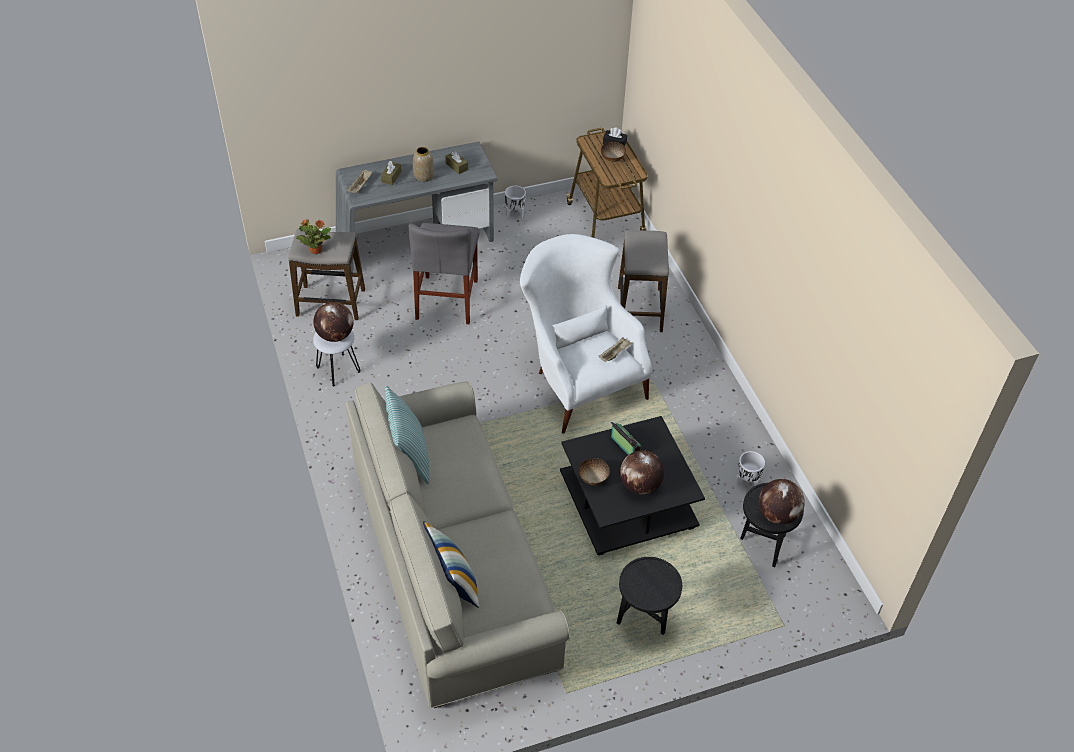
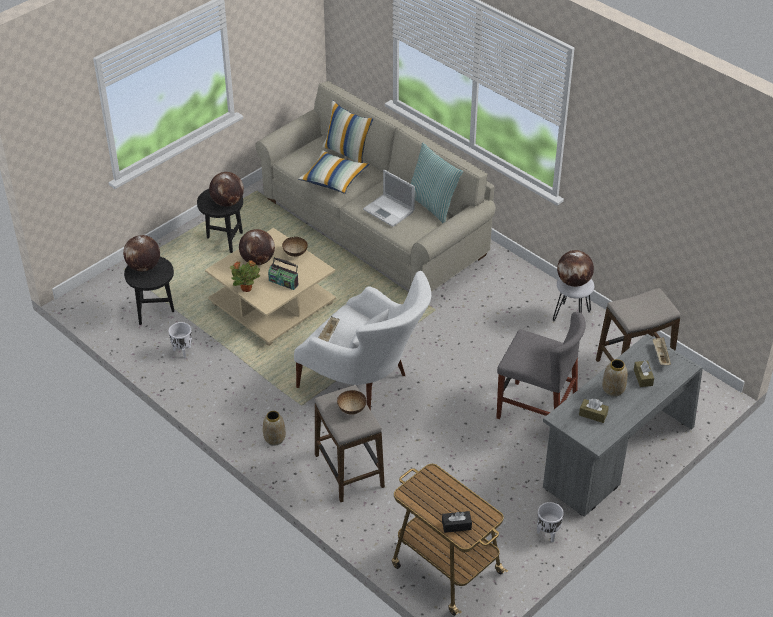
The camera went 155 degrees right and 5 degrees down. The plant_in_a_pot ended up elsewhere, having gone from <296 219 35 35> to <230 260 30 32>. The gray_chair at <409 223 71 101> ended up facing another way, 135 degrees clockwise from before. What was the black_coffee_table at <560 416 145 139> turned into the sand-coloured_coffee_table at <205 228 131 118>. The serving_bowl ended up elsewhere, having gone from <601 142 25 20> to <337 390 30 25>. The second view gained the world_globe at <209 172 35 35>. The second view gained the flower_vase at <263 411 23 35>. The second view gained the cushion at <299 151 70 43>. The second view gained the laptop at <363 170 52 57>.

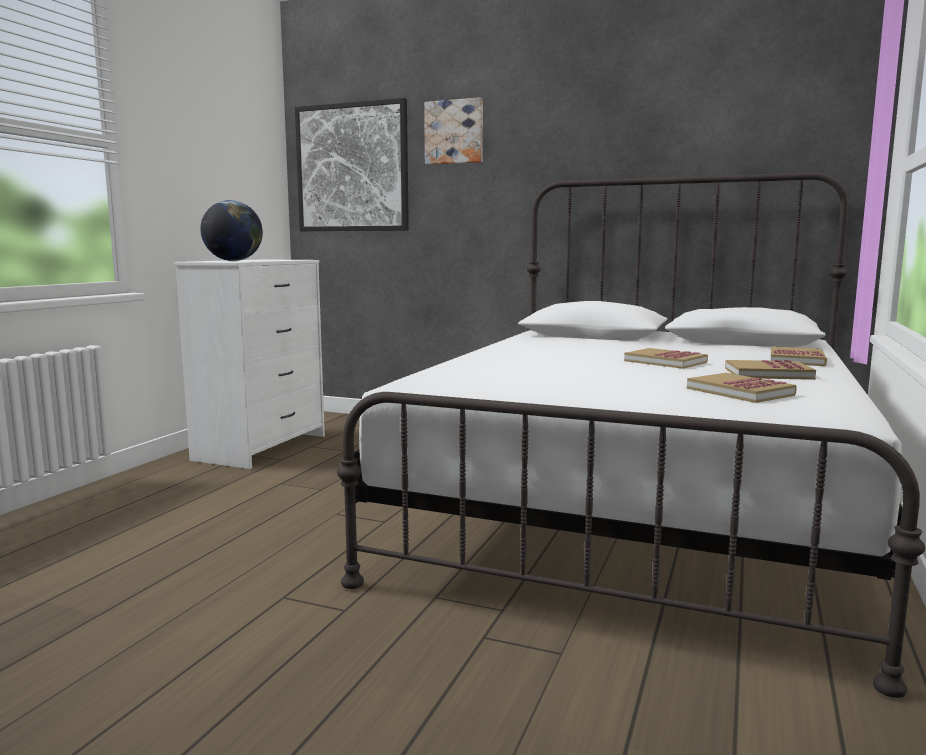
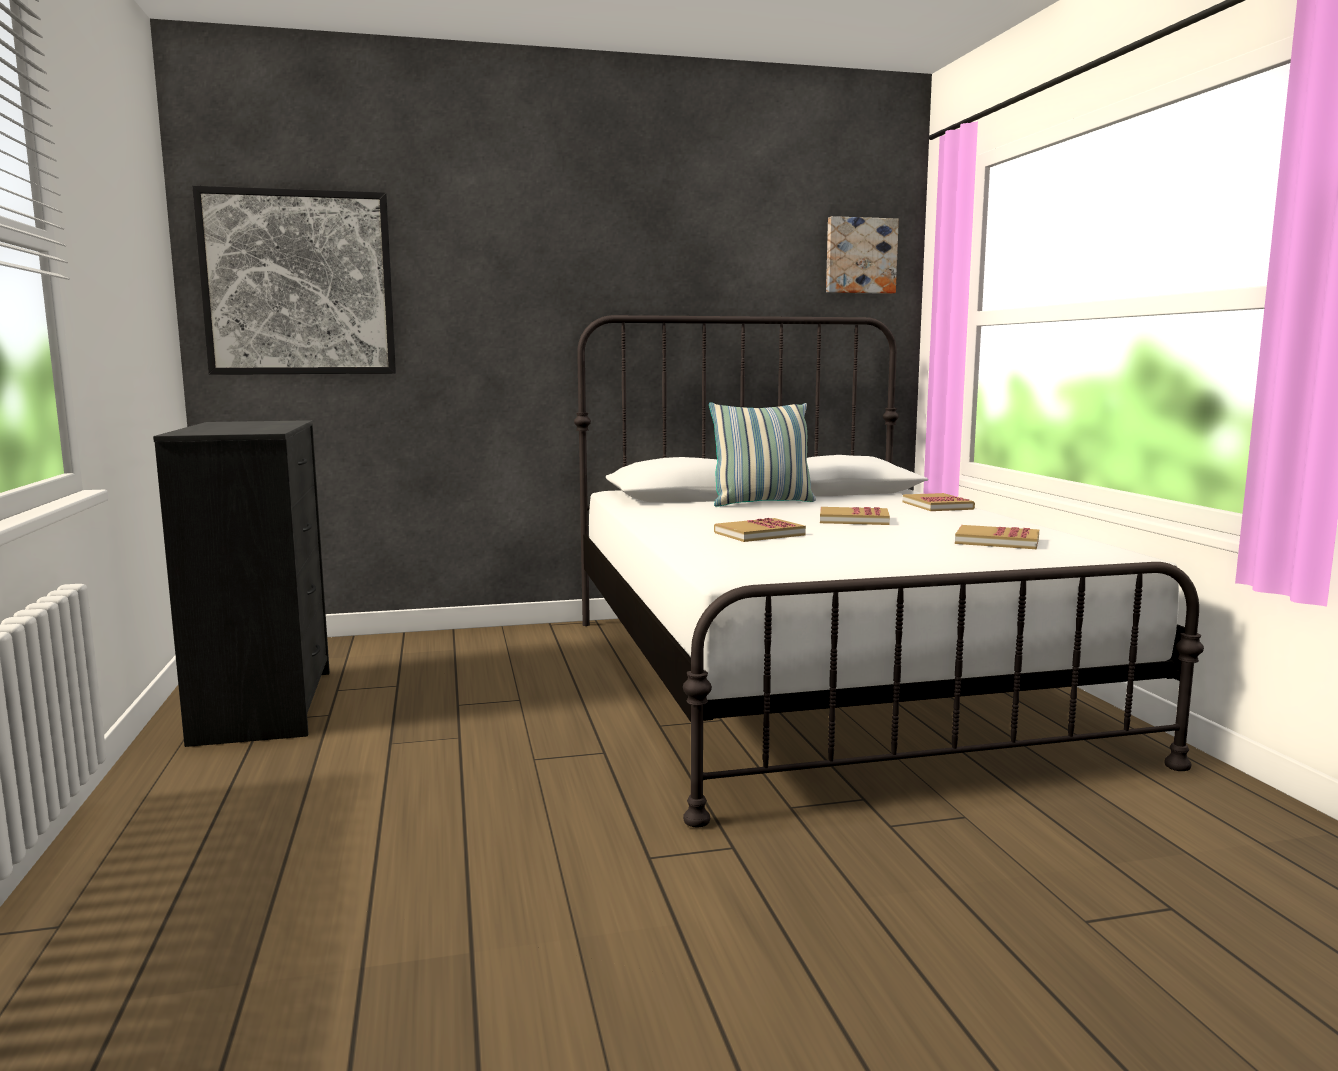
The camera went 35 degrees left and 0 degrees up. What was the white-coloured_drawer_chest at <174 259 151 210> turned into the black_drawer_chest at <153 420 177 327>. The second view lost the world_globe at <200 200 63 61>. The wall_picture ended up elsewhere, having gone from <424 97 59 68> to <826 216 73 78>. The book ended up elsewhere, having gone from <725 360 91 20> to <714 518 92 24>. The second view gained the cushion at <709 402 107 105>.

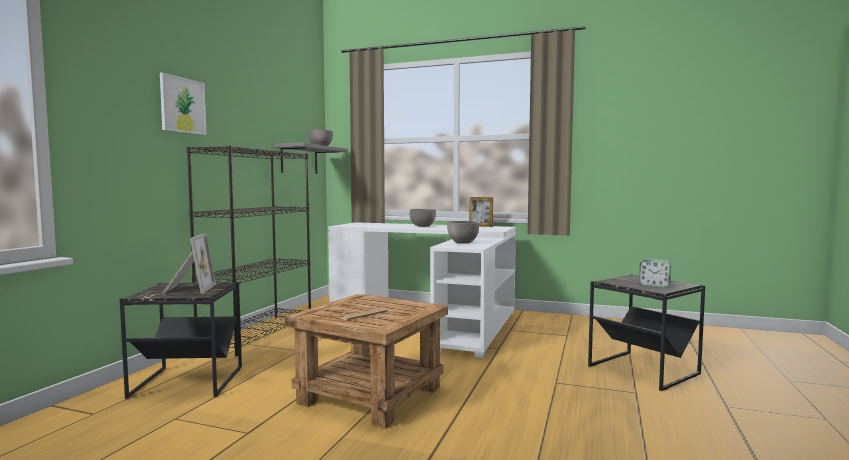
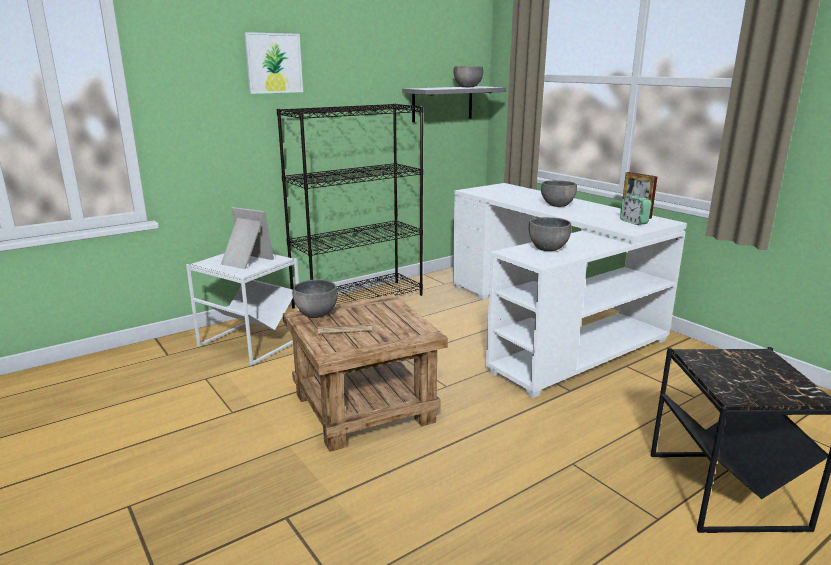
The camera went 35 degrees right and 15 degrees up. What was the black_accent_table at <120 282 122 116> turned into the white-coloured_accent_table at <186 253 113 113>. The standing_frame at <163 234 53 59> ended up facing another way, 90 degrees counterclockwise from before. The bedside_clock ended up elsewhere, having gone from <639 259 32 28> to <620 195 32 30>. The second view gained the gray_serving_bowl at <292 280 46 38>.

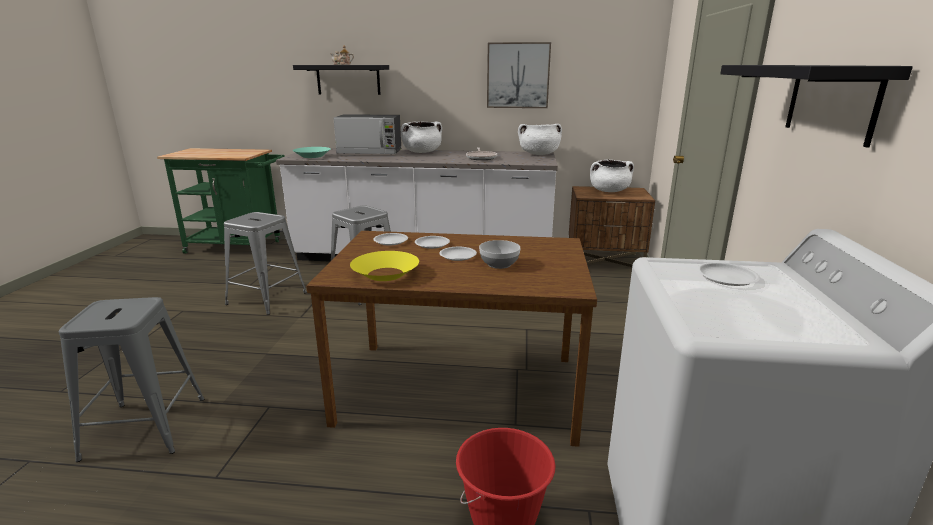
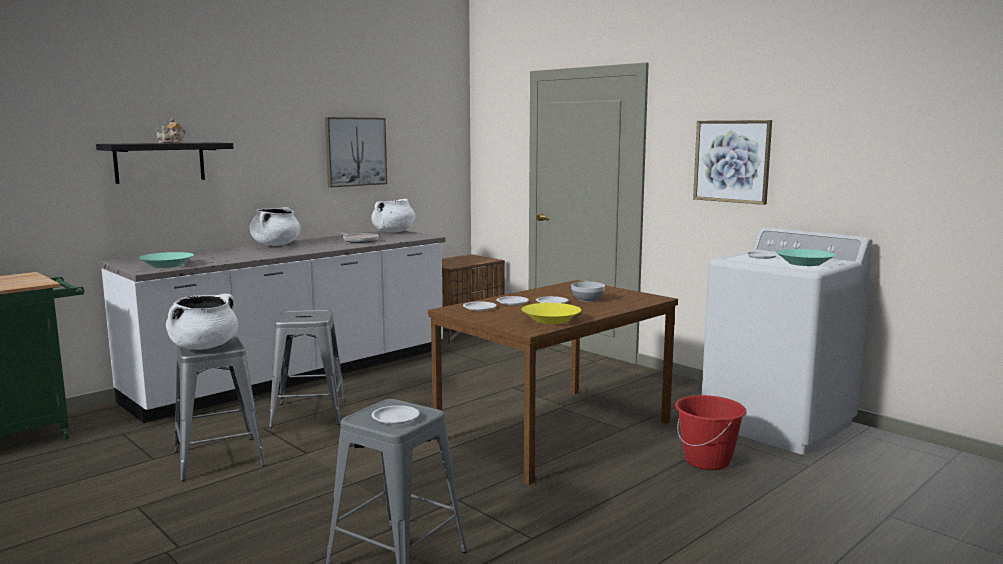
The camera went 50 degrees left and 10 degrees down. The second view lost the microwave at <333 114 68 41>. The white-coloured_cooking_pot ended up elsewhere, having gone from <590 159 44 33> to <166 294 72 56>. Where the black_wall_shelf hung at <720 65 193 83>, the wall_picture came to hang at <693 120 79 85>. The second view gained the white-coloured_plate at <372 405 47 19>. The second view gained the turquoise-coloured_serving_bowl at <776 249 60 17>.

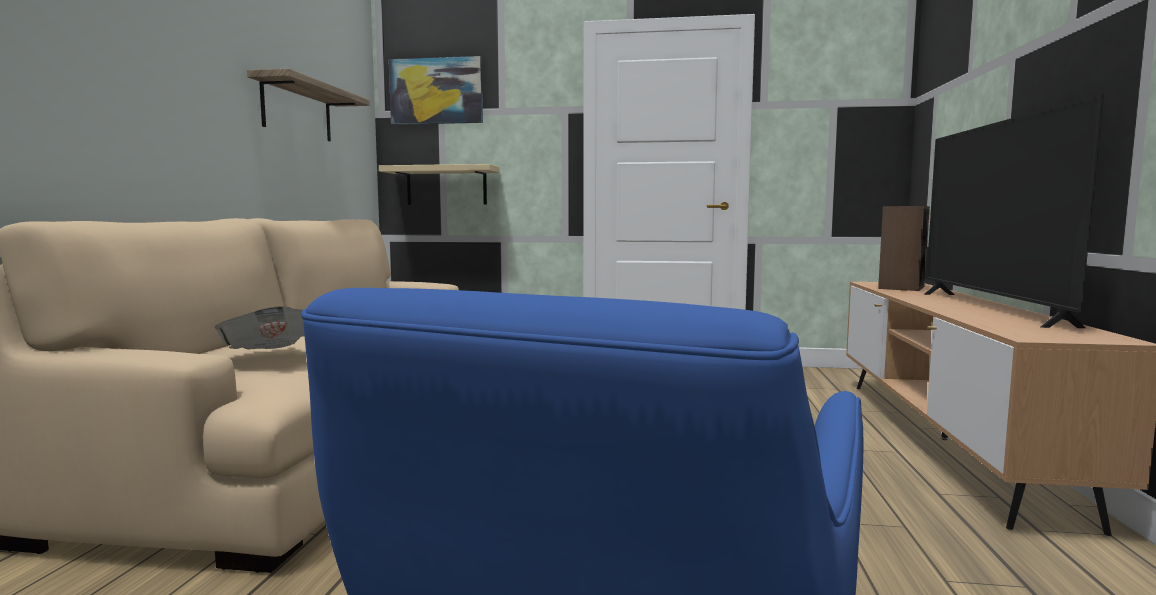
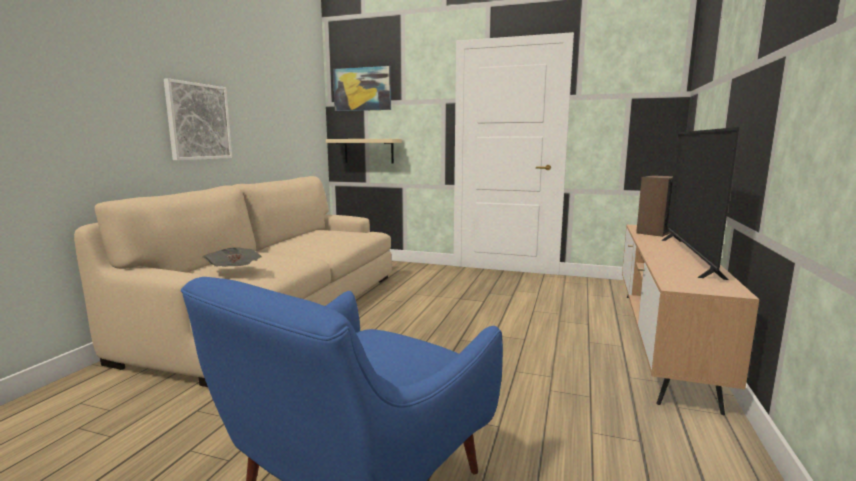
The camera went 10 degrees right and 5 degrees up. The second view lost the wall_shelf at <247 69 123 72>. The second view gained the wall_picture at <164 78 68 83>.

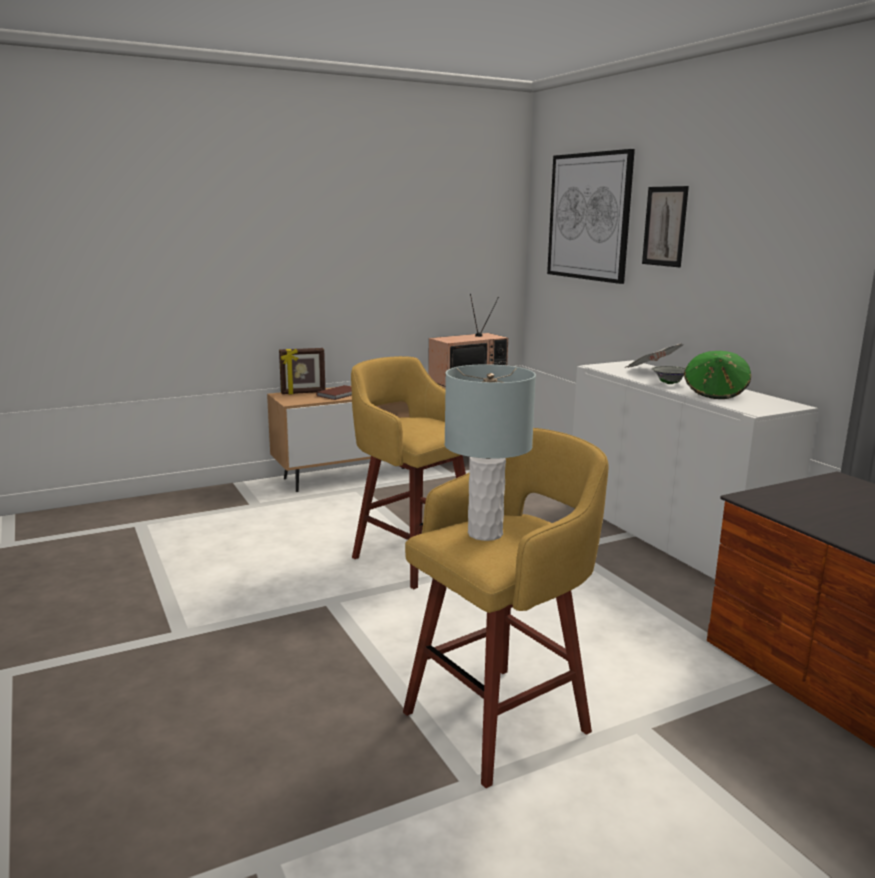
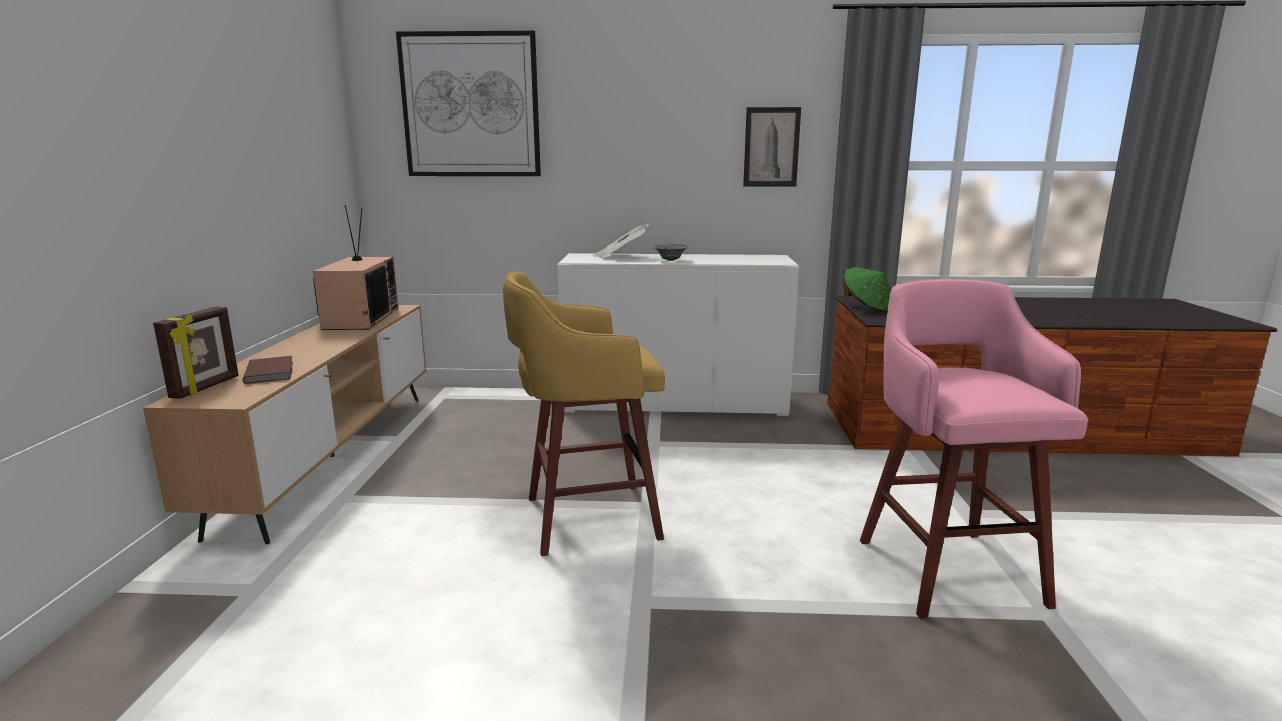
The camera went 60 degrees left and 0 degrees up. What was the yellow_sitting_stool at <403 428 206 360> turned into the pinkish_sitting_stool at <860 279 228 340>. The second view lost the gray_table_lamp at <444 364 92 177>. The wall_picture ended up elsewhere, having gone from <642 186 47 81> to <743 107 58 80>. The greenish_wearable_hat ended up elsewhere, having gone from <684 351 67 48> to <843 267 49 45>.

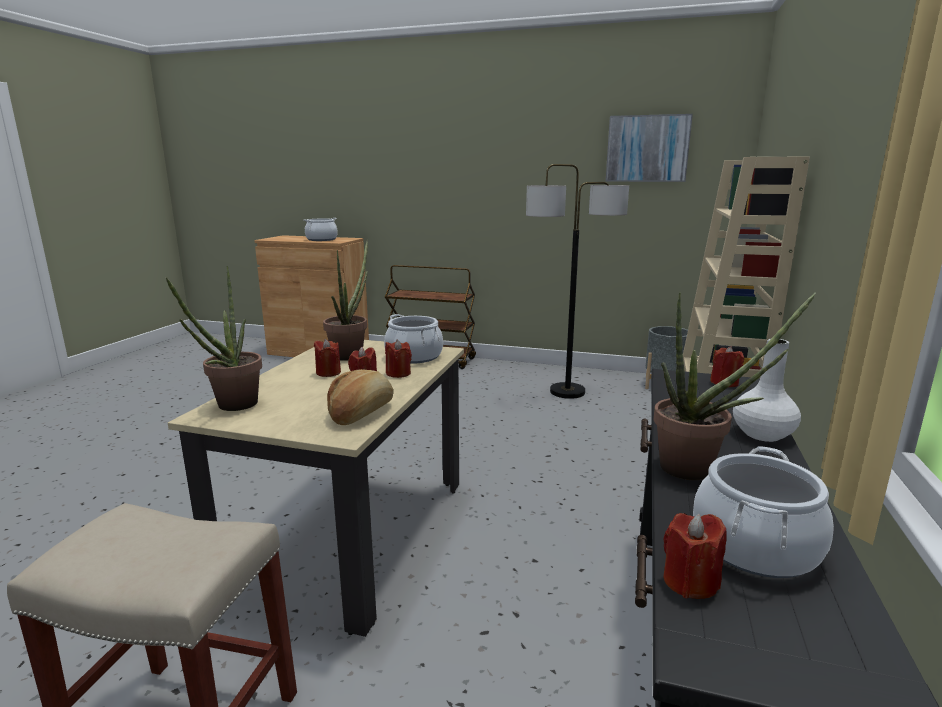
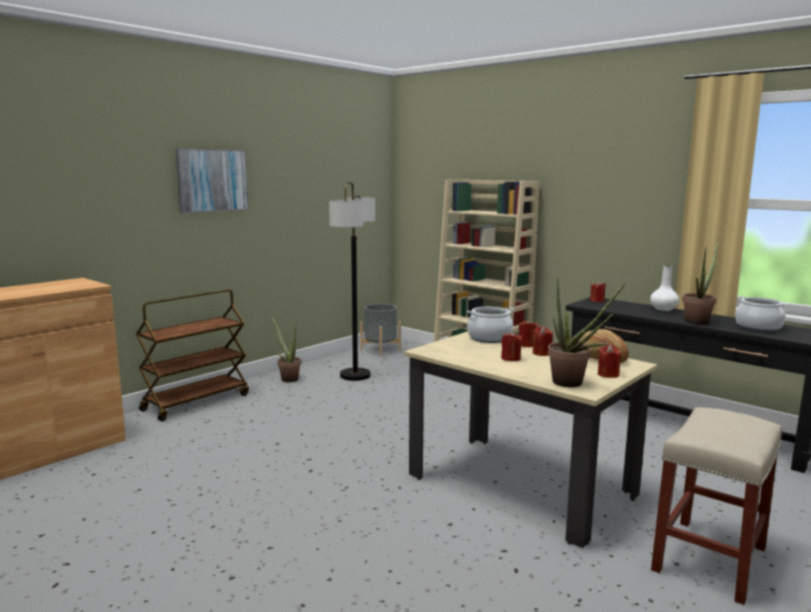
The camera went 65 degrees left and 5 degrees down. The second view lost the cooking_pot at <304 218 34 23>. The plant_in_a_pot ended up elsewhere, having gone from <323 240 45 121> to <271 316 30 66>. The wall_picture ended up elsewhere, having gone from <605 114 88 68> to <175 148 74 65>. The reddish_wax_light ended up elsewhere, having gone from <663 513 64 86> to <598 345 23 33>.

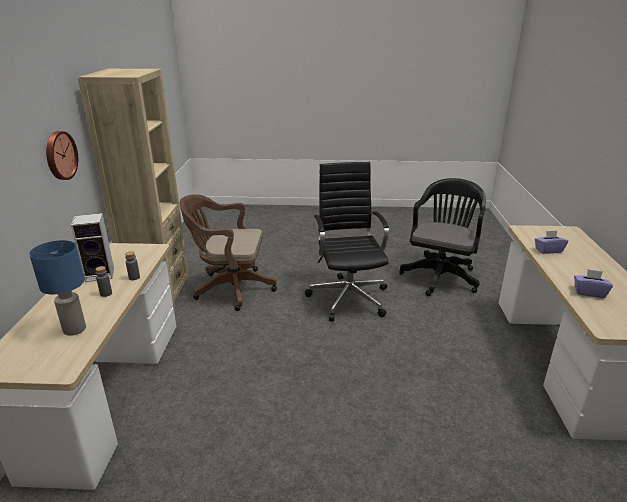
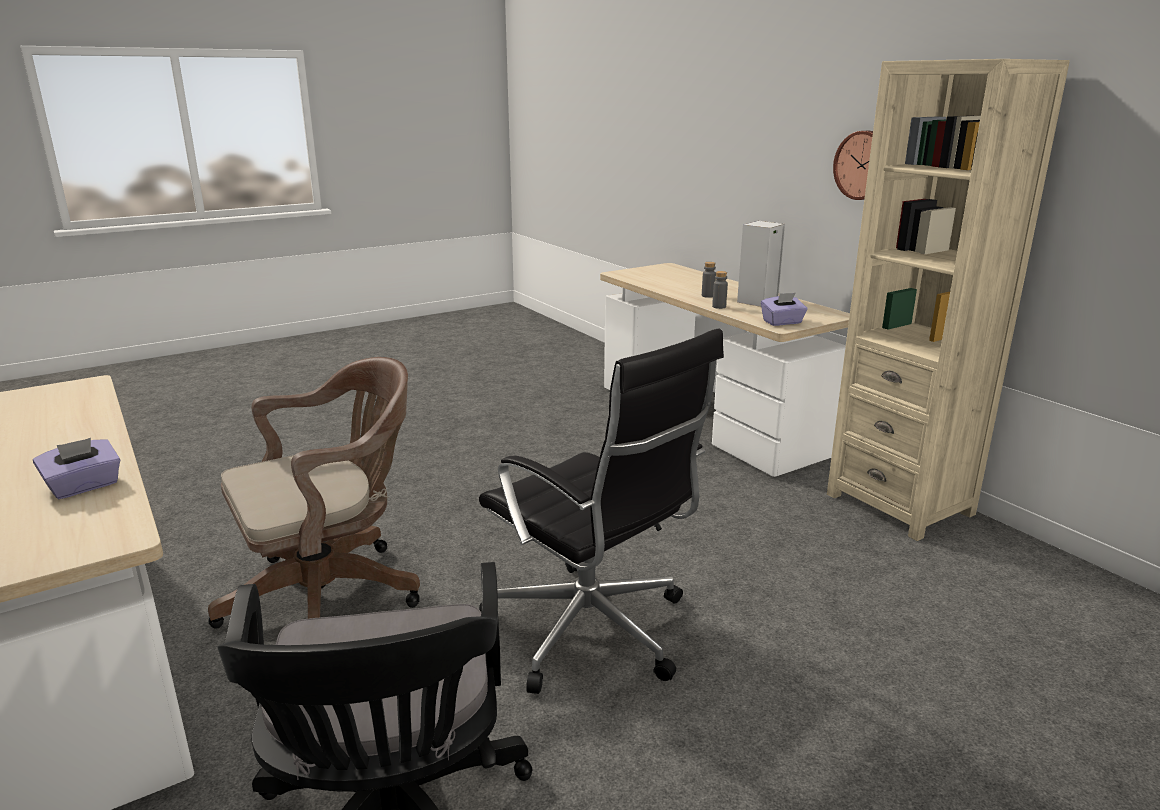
The camera went 145 degrees right and 5 degrees down. The second view lost the blue_table_lamp at <29 240 57 96>. The brown_computer_chair ended up elsewhere, having gone from <179 194 98 117> to <208 357 212 272>. The purple-coloured_tissue_box ended up elsewhere, having gone from <574 269 39 29> to <761 293 46 33>.

